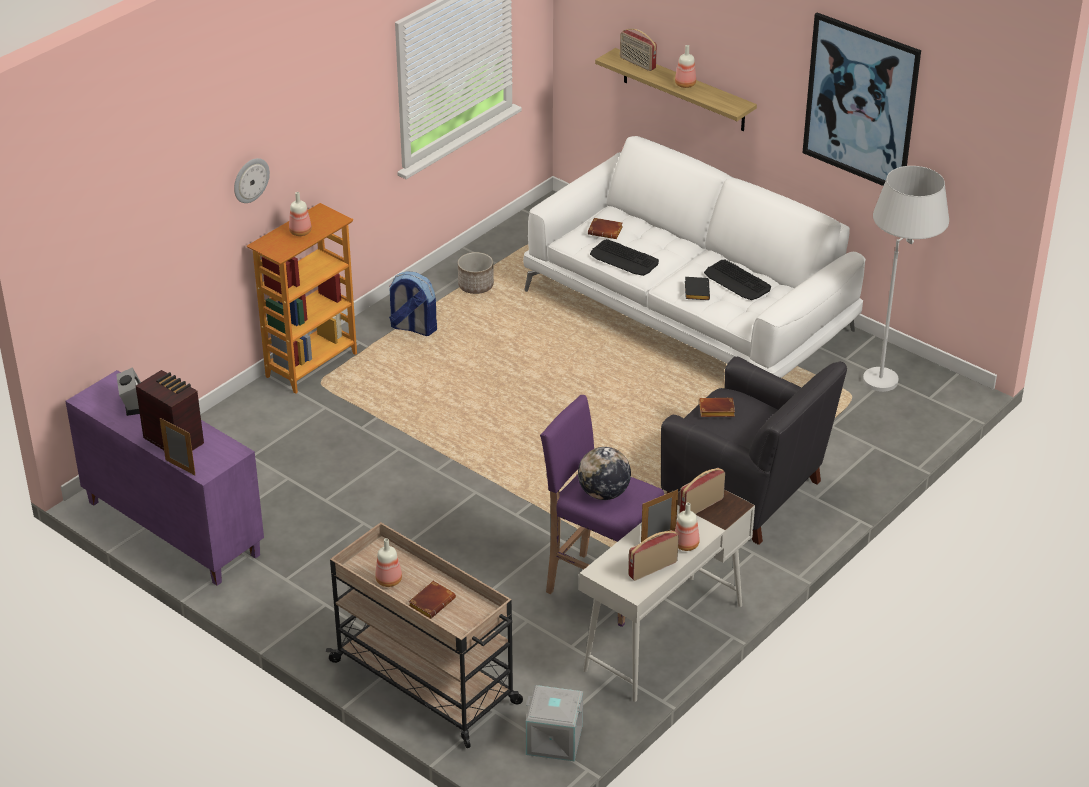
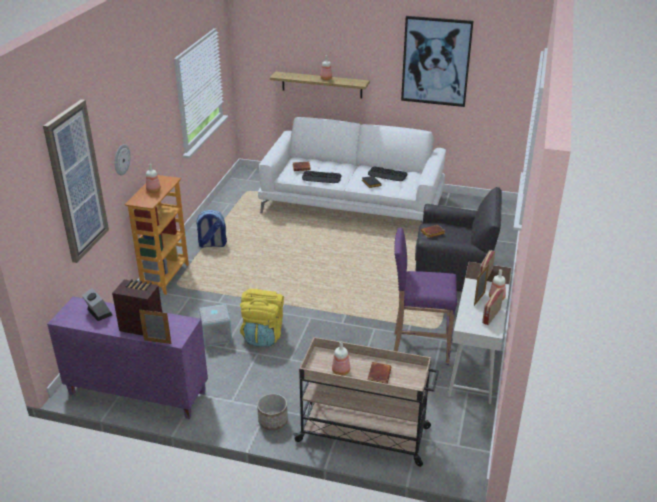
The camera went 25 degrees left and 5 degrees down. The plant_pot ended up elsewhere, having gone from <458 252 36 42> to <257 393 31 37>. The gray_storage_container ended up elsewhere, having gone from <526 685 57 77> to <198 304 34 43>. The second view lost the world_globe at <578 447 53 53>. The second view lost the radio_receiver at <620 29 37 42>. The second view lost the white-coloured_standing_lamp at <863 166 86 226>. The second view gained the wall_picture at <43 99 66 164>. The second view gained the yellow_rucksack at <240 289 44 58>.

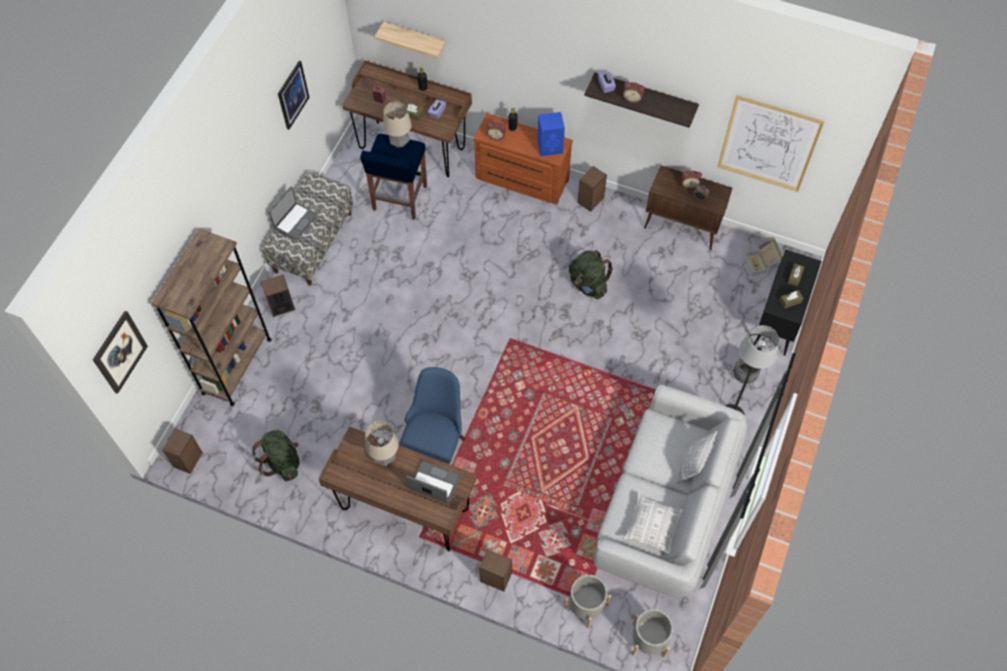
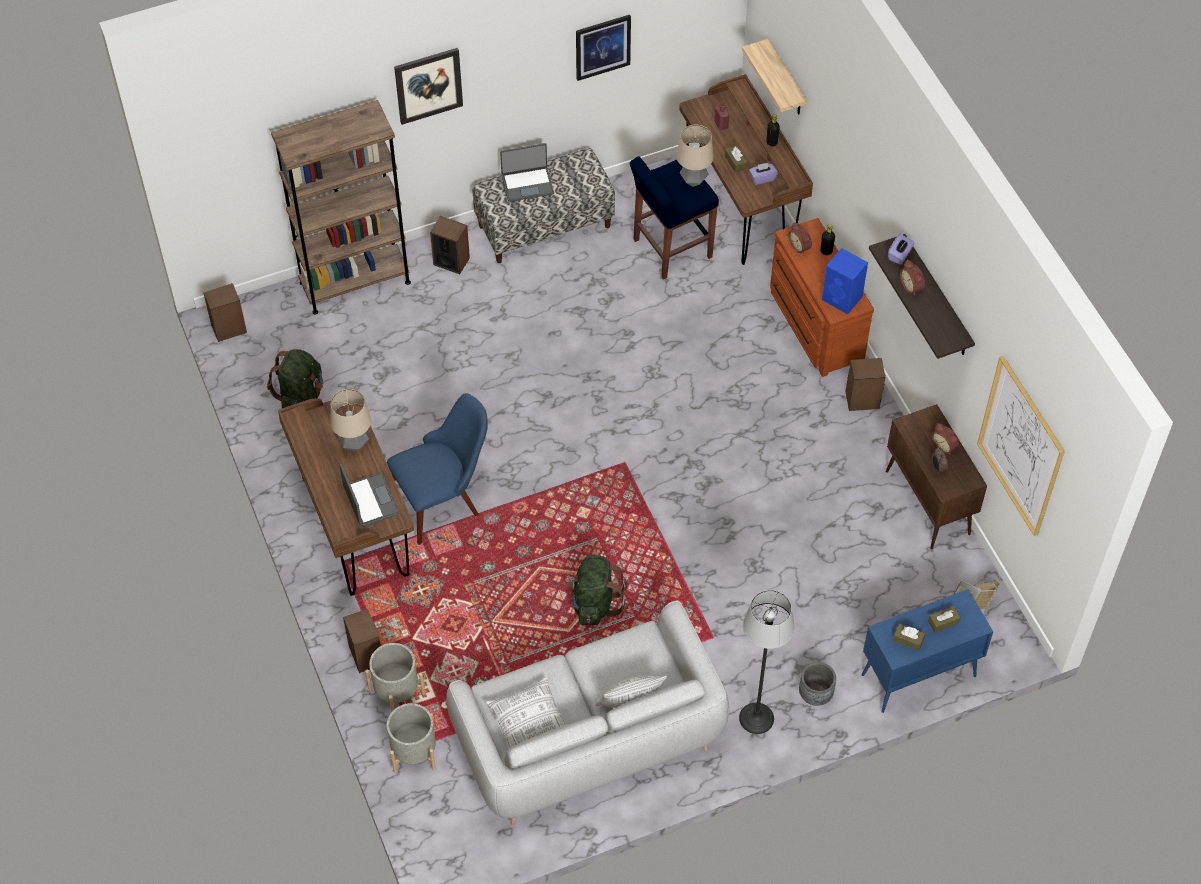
The camera went 45 degrees right and 5 degrees down. The wall_picture ended up elsewhere, having gone from <93 311 55 83> to <394 48 69 77>. The greenish_rucksack ended up elsewhere, having gone from <569 250 44 49> to <567 555 60 71>. The gray_plant_pot ended up elsewhere, having gone from <632 609 41 49> to <365 643 60 69>. What was the black_storage_cabinet at <753 250 69 106> turned into the blue_storage_cabinet at <862 589 131 124>.

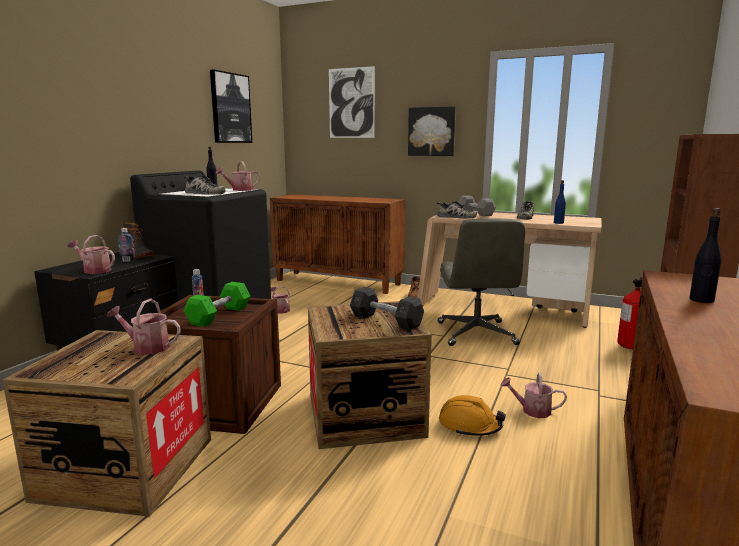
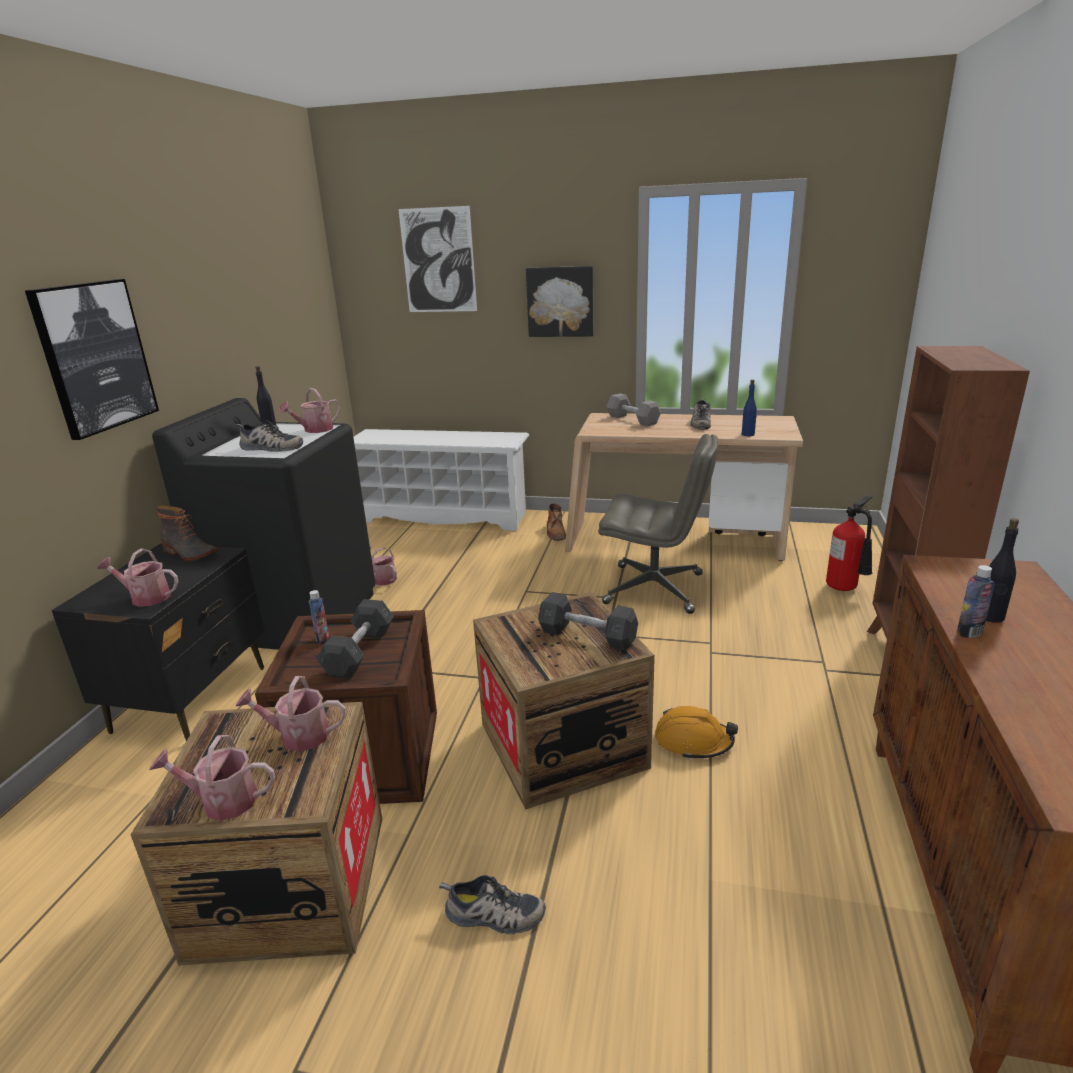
The camera went 10 degrees left and 10 degrees up. The bottle ended up elsewhere, having gone from <118 228 17 34> to <956 565 39 73>. What was the greenish_dumbbell at <184 282 67 45> turned into the gray_dumbbell at <317 599 77 80>. The wall_picture ended up elsewhere, having gone from <210 70 42 73> to <25 279 134 161>. Where the brown_storage_cabinet stood at <270 194 135 100>, the white-coloured_shoe_stand came to stand at <353 429 176 102>. The item_of_footwear ended up elsewhere, having gone from <437 201 40 17> to <439 875 107 59>. The gray_computer_chair at <438 219 87 127> ended up facing another way, 60 degrees counterclockwise from before. The sprinkling_can ended up elsewhere, having gone from <500 373 67 45> to <149 735 126 86>.

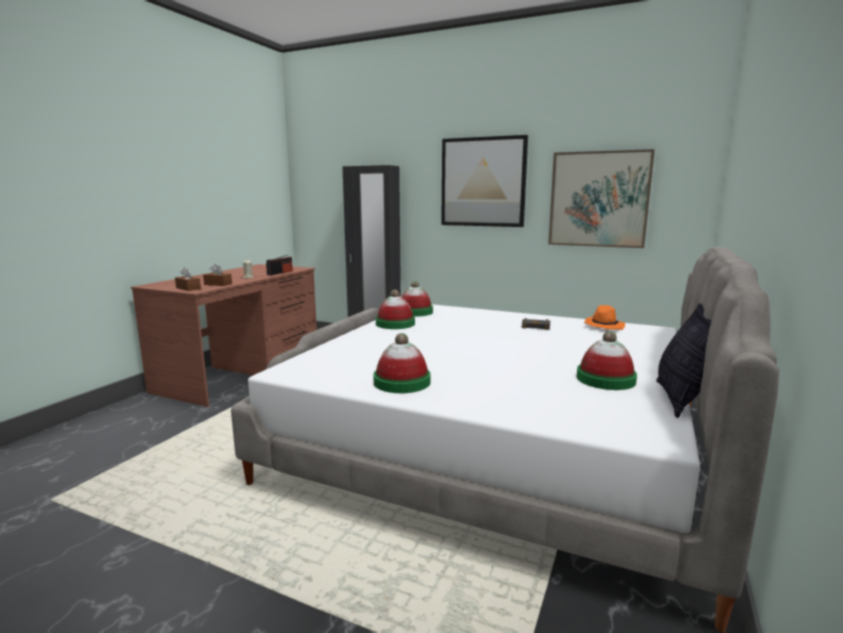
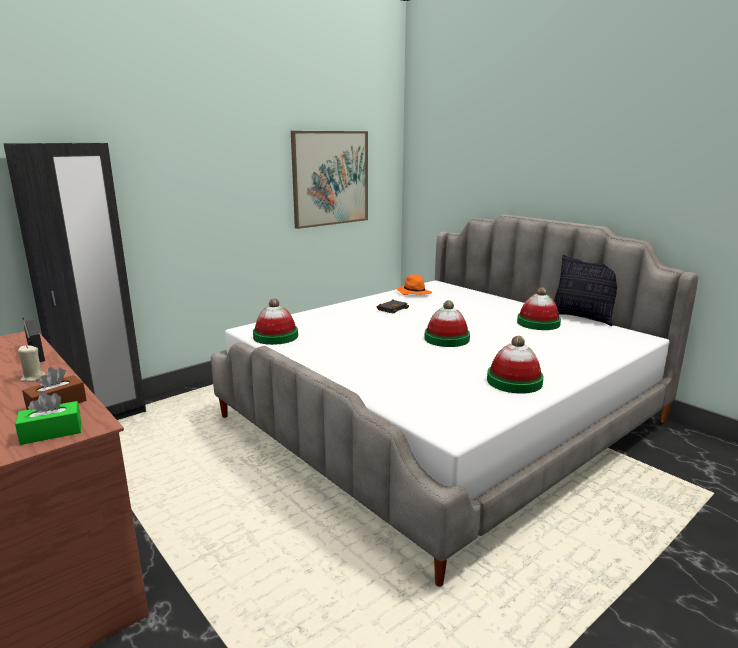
The camera went 65 degrees left and 5 degrees up. What was the brown_tissue_box at <175 267 26 24> turned into the greenish_tissue_box at <15 392 66 53>. The wearable_hat ended up elsewhere, having gone from <376 290 39 39> to <424 300 46 47>. The second view lost the wall_picture at <441 135 87 92>.

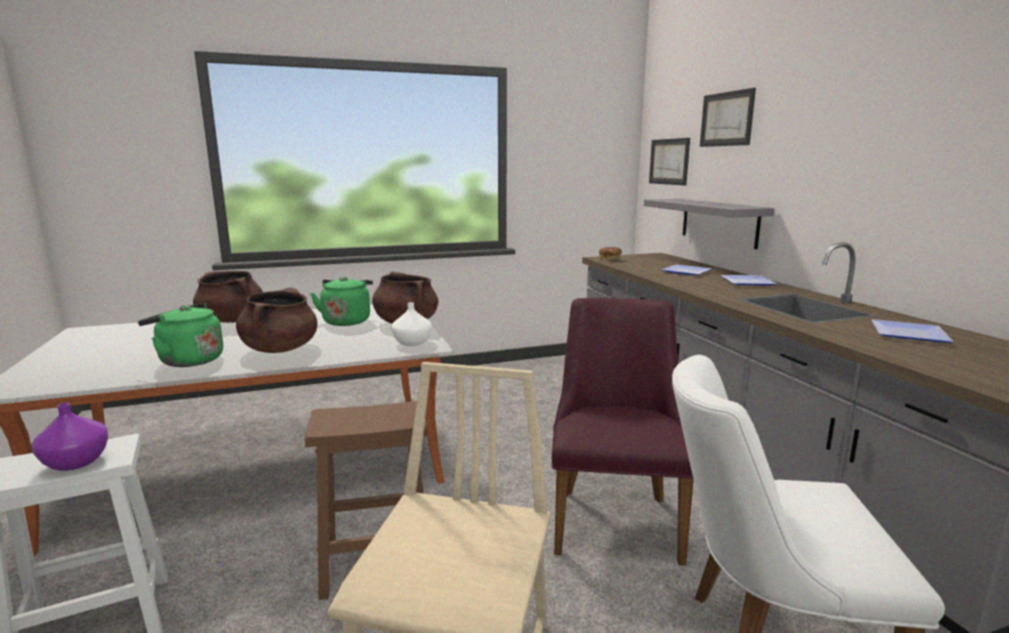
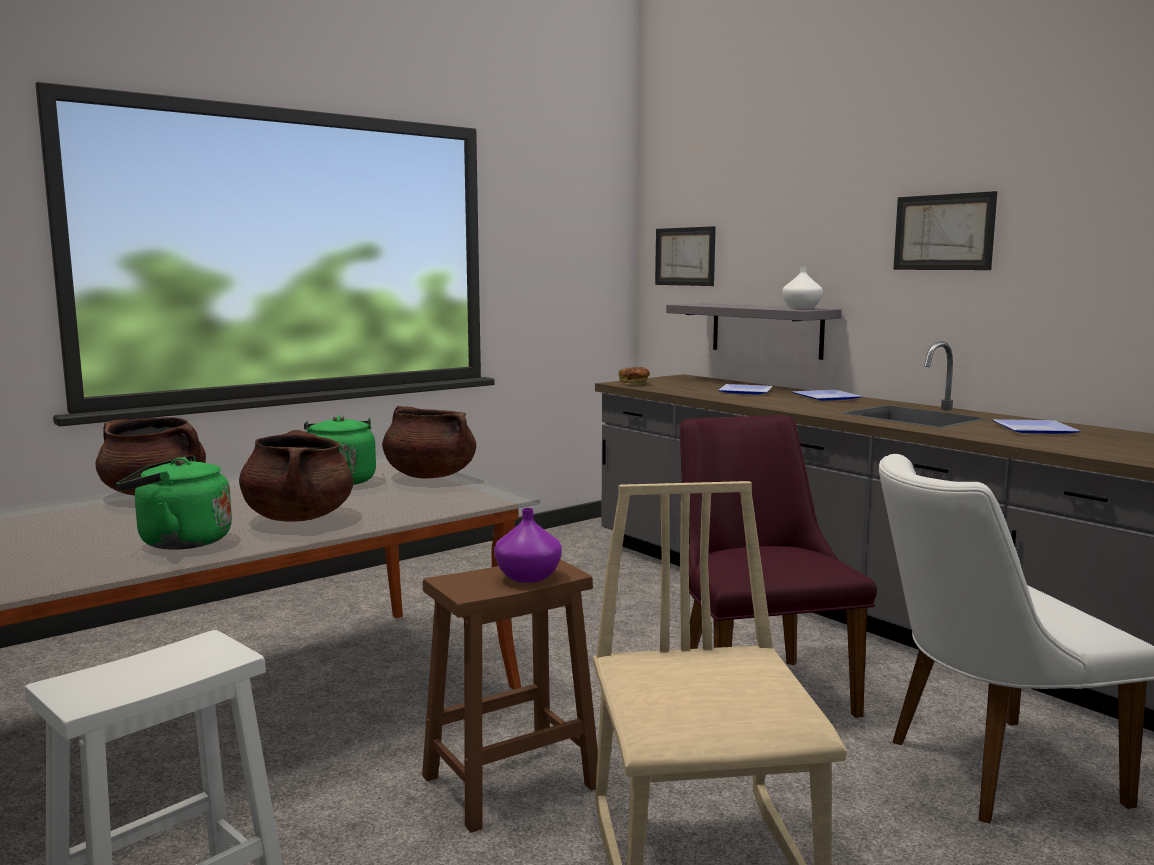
The camera went 20 degrees left and 5 degrees down. The purple-coloured_flower_vase ended up elsewhere, having gone from <32 402 76 69> to <494 508 68 75>. The white-coloured_flower_vase ended up elsewhere, having gone from <391 302 41 44> to <782 267 41 42>. The wall_picture ended up elsewhere, having gone from <700 88 56 59> to <893 191 104 79>.

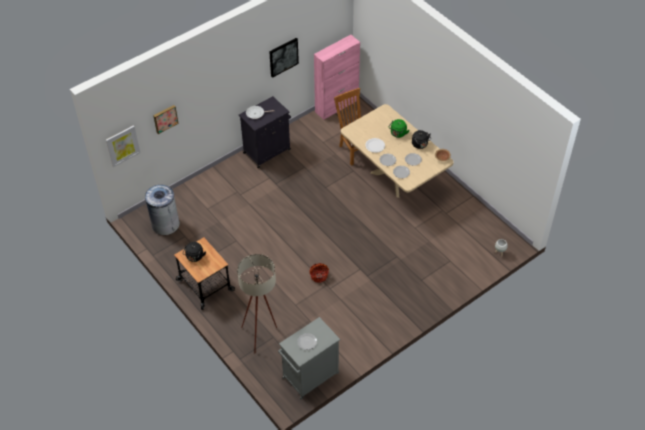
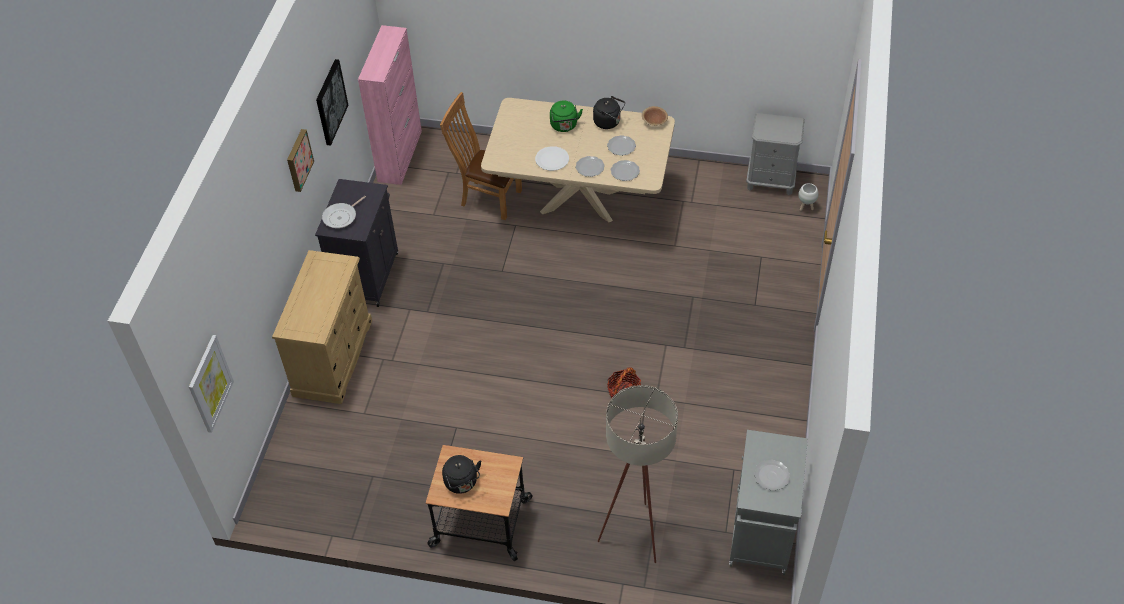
The camera went 40 degrees left and 0 degrees up. The second view lost the gray_waste_bin at <145 185 35 50>. The wall_picture ended up elsewhere, having gone from <153 105 26 29> to <287 129 27 63>. The second view gained the sand-coloured_drawer_chest at <272 250 100 154>. The second view gained the gray_nightstand at <746 113 59 82>.

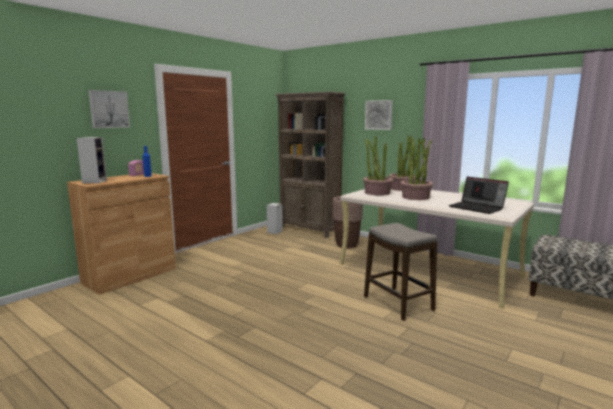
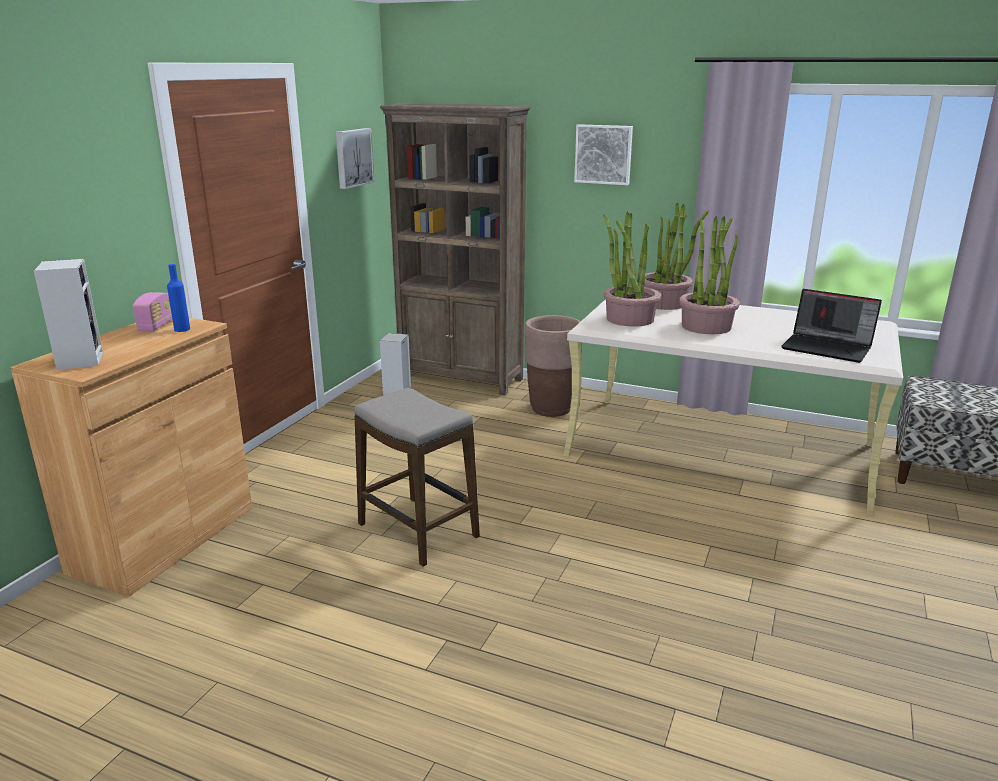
The camera went 15 degrees left and 10 degrees up. The wall_picture ended up elsewhere, having gone from <88 90 42 38> to <336 128 38 61>. The sitting_stool ended up elsewhere, having gone from <364 223 73 98> to <354 388 126 179>.

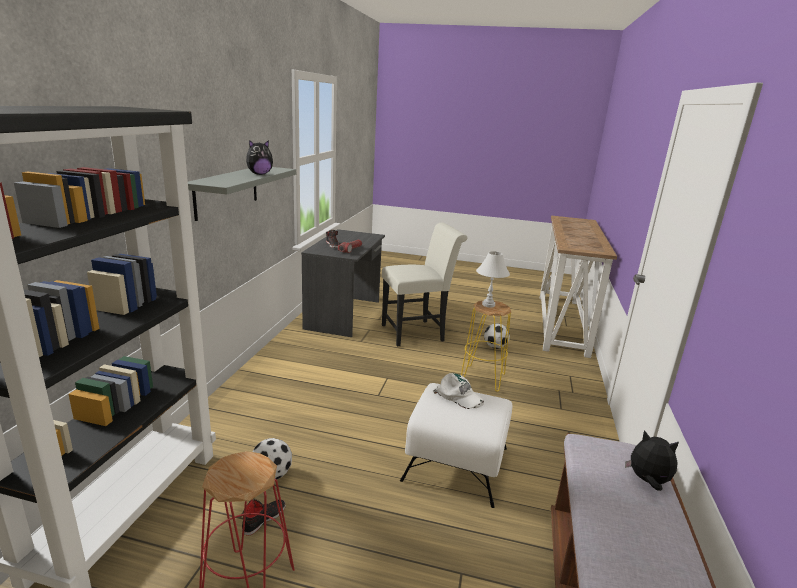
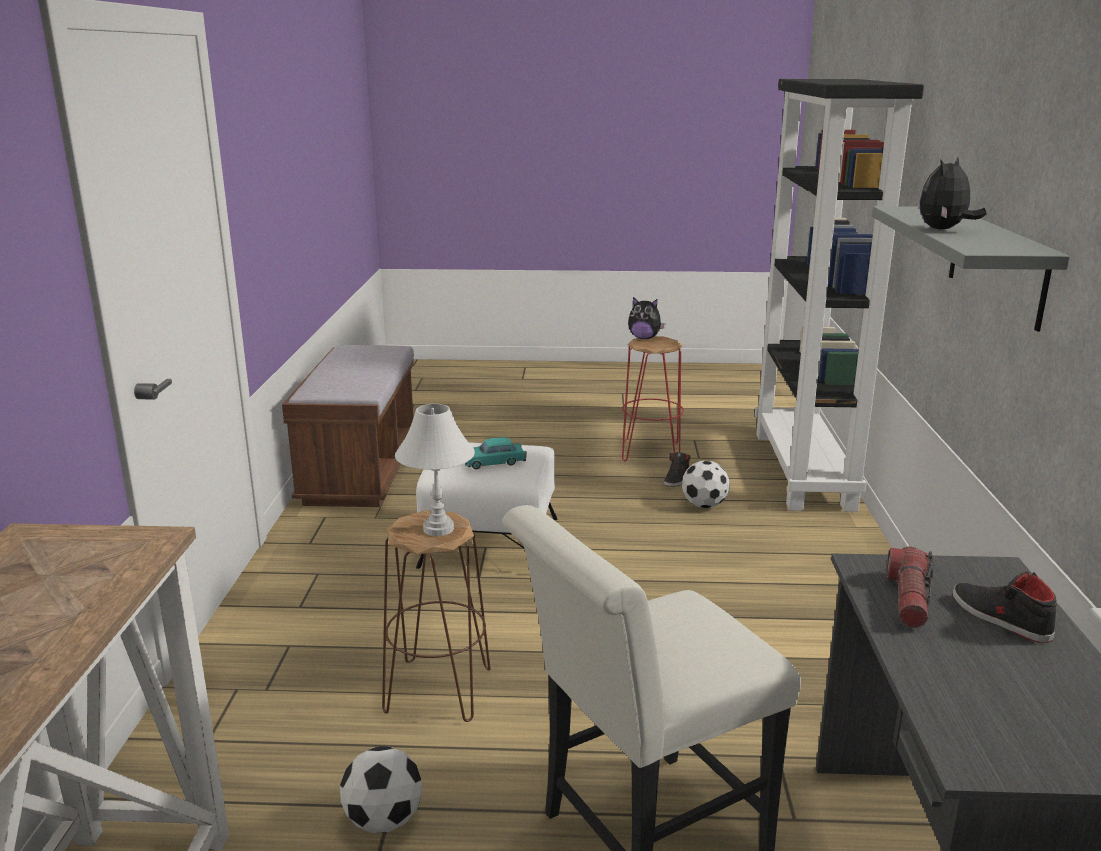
The camera went 170 degrees right and 0 degrees up. Where the white-coloured_cap stood at <433 373 51 36>, the turquoise-coloured_toy_car came to stand at <465 437 62 32>. What was the yellow_sitting_stool at <461 301 50 91> turned into the brown_sitting_stool at <382 510 109 212>. The plush_toy ended up elsewhere, having gone from <625 430 54 61> to <628 297 38 42>.

